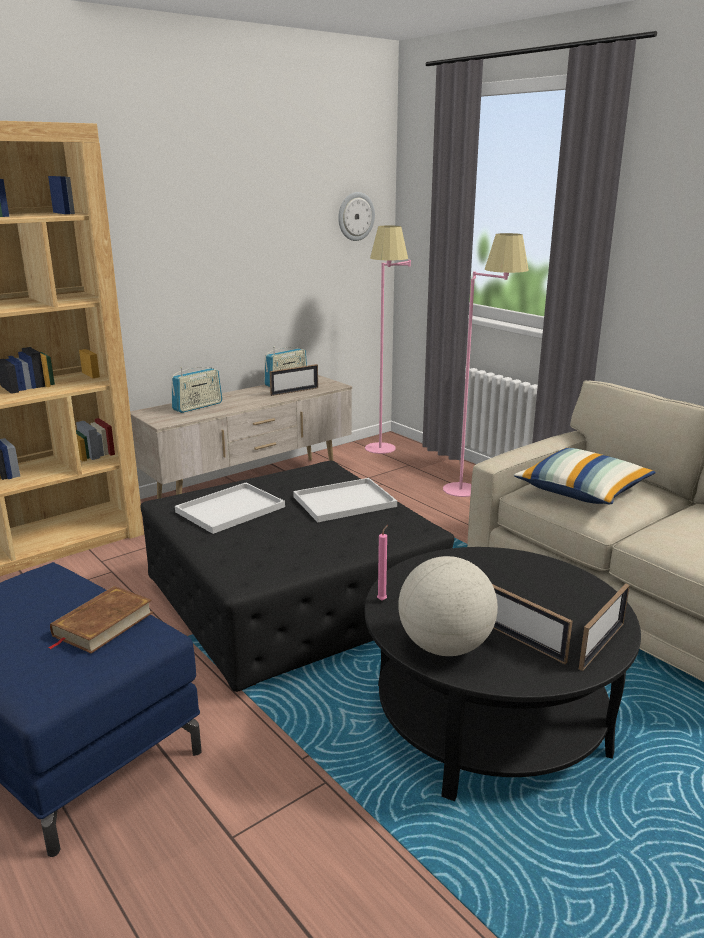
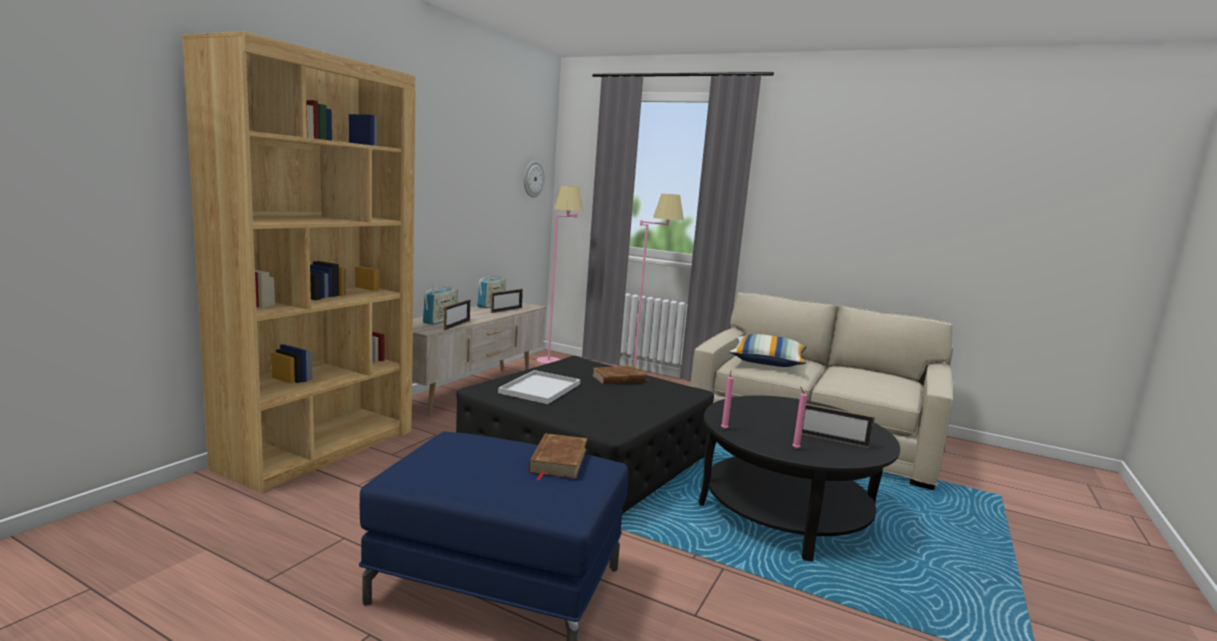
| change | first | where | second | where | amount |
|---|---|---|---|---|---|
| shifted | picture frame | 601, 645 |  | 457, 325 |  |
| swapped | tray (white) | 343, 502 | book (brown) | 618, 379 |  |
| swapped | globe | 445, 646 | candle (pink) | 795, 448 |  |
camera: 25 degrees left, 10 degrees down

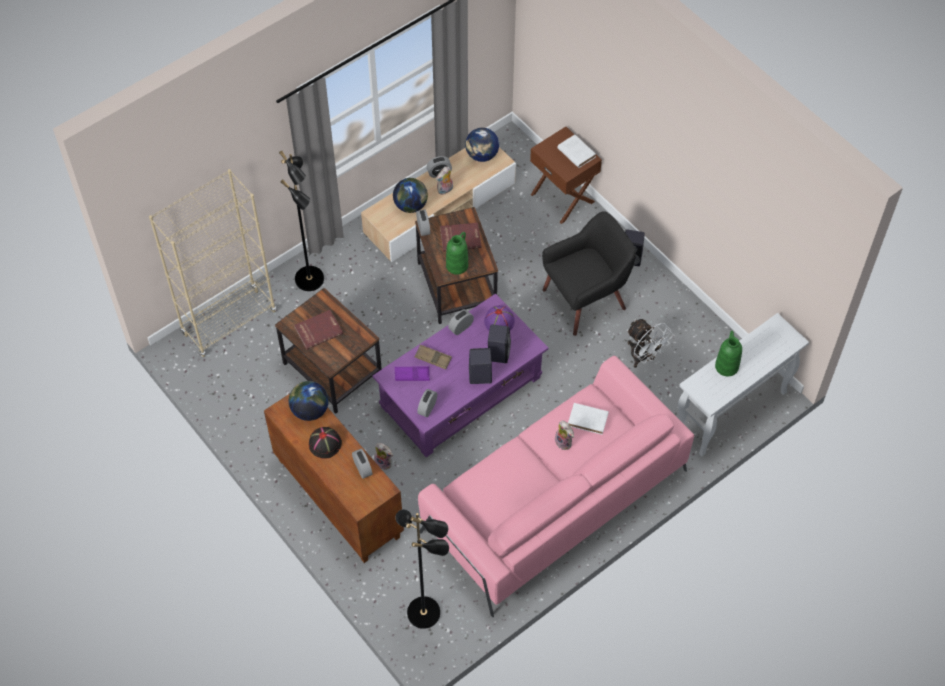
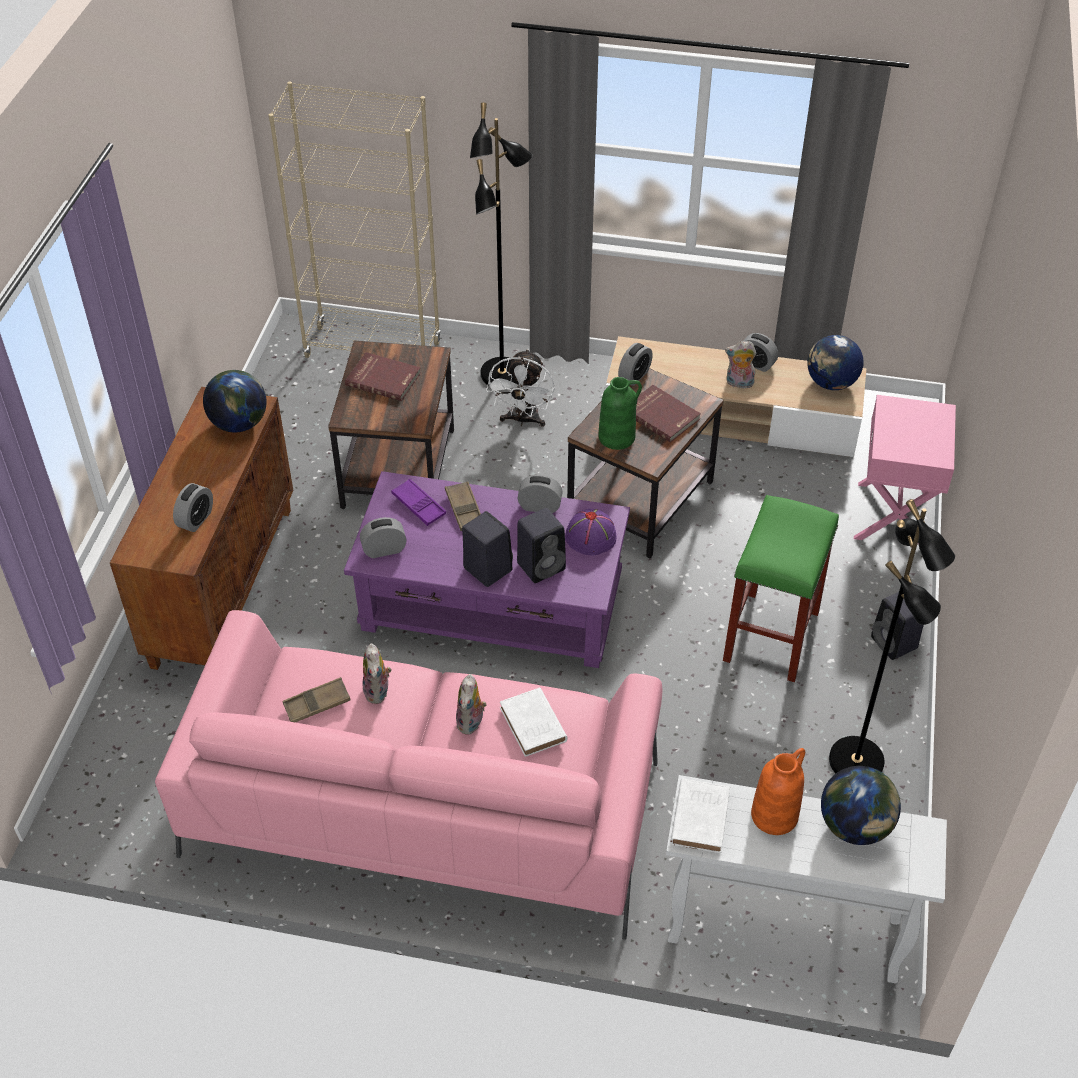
| change | first | where | second | where | amount |
|---|---|---|---|---|---|
| new |  |  | tray (brown) | 317, 704 |  |
| shifted | plush toy | 384, 462 |  | 378, 692 |  |
| shifted | fan (white) | 643, 357 |  | 523, 420 |  |
| shifted | book (white) | 575, 152 |  | 700, 816 |  |
| swapped | armchair (black) | 585, 299 | stool (green) | 771, 637 |  |
| repainted | vase (green) | 726, 366 | vase (orange) | 774, 814 |  |
| shifted | globe | 411, 205 |  | 855, 826 |  |
| shifted | floor lamp (black) | 424, 612 |  | 858, 761 |  |
| repainted | nightstand (brown) | 563, 197 | nightstand (pink) | 895, 516 |  |
| gone | hat (black) | 325, 443 |  |  |  |
camera: 50 degrees right, 10 degrees down

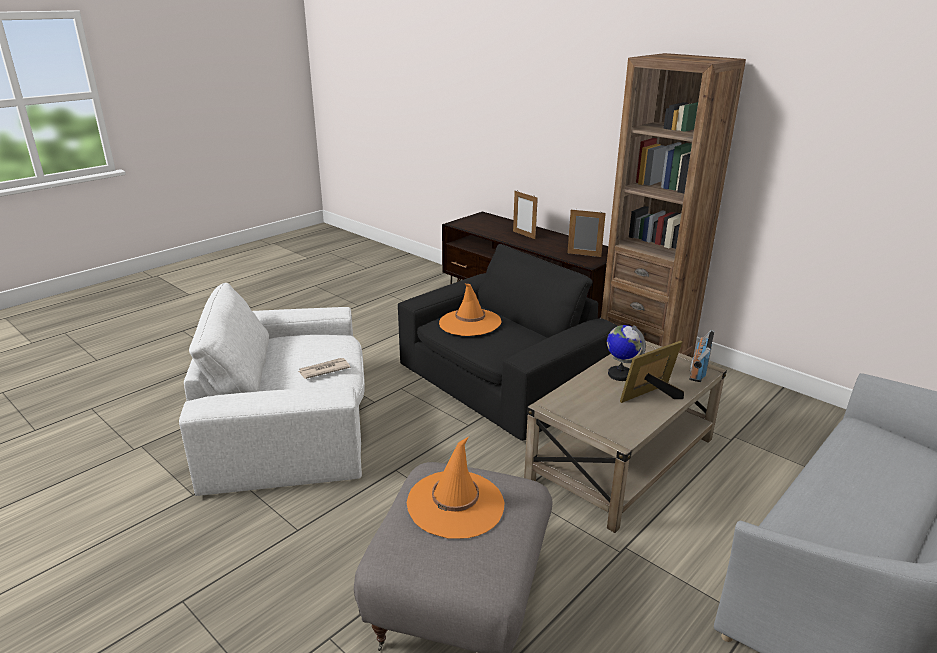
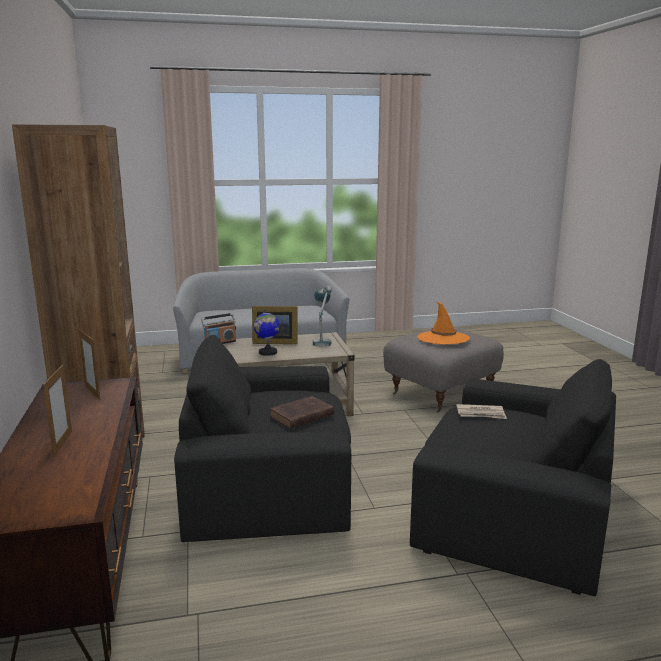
| change | first | where | second | where | amount |
|---|---|---|---|---|---|
| swapped | hat (orange) | 469, 323 | book (brown) | 300, 416 |  |
| new |  |  | table lamp | 322, 341 |  |
| repainted | armchair (white) | 289, 425 | armchair (black) | 514, 508 |  |
camera: 145 degrees left, 10 degrees down

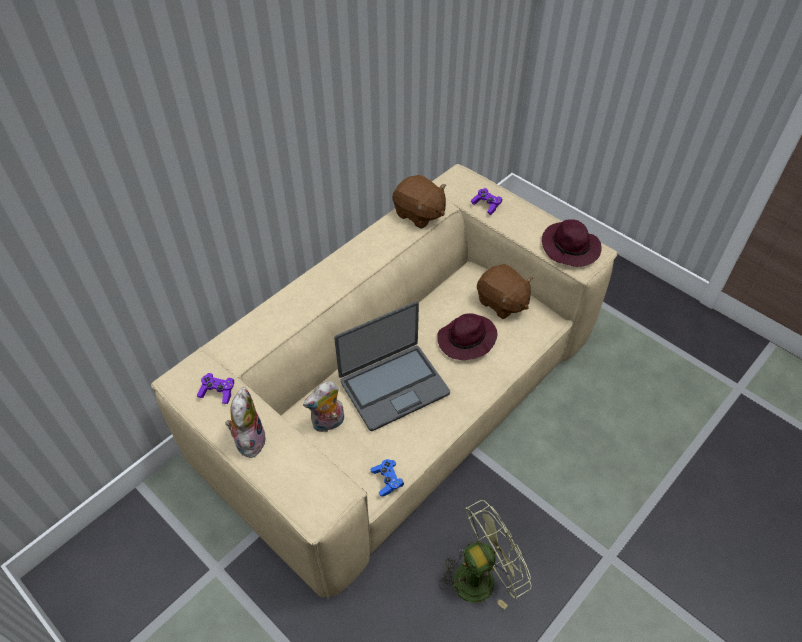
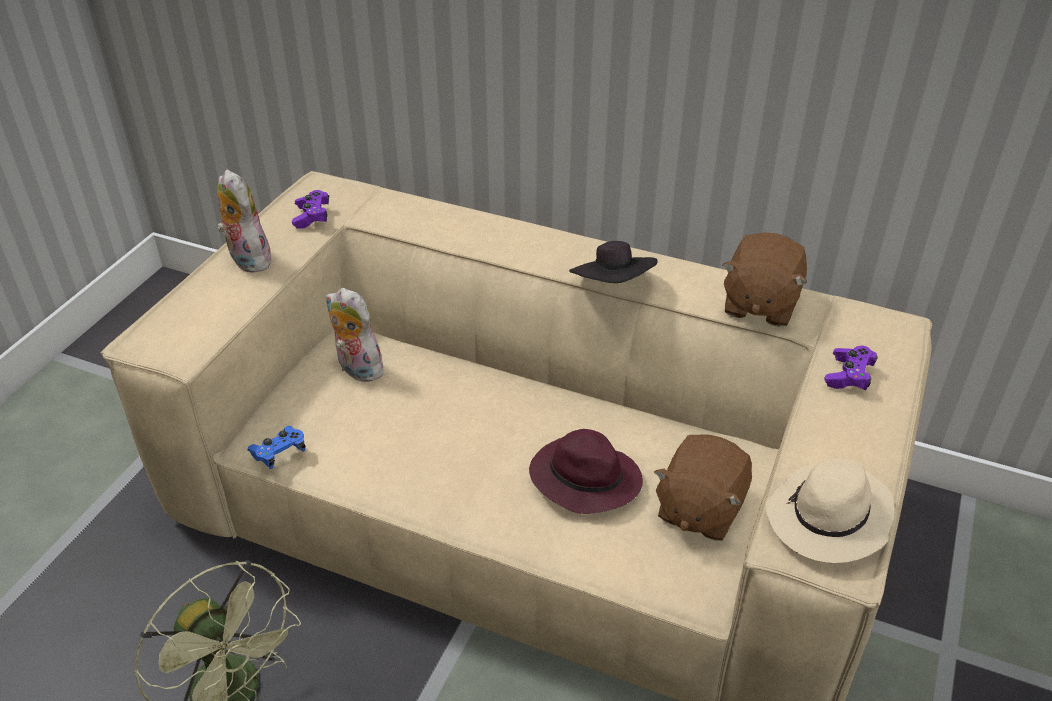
| change | first | where | second | where | amount |
|---|---|---|---|---|---|
| rotated | plush toy | 249, 439 |  | 247, 259 | 105 degrees counterclockwise |
| new |  |  | hat (black) | 613, 286 |  |
| repainted | hat (purple) | 571, 248 | hat (beige) | 828, 519 |  |
| gone | laptop | 393, 386 |  |  |  |
camera: 70 degrees right, 10 degrees down

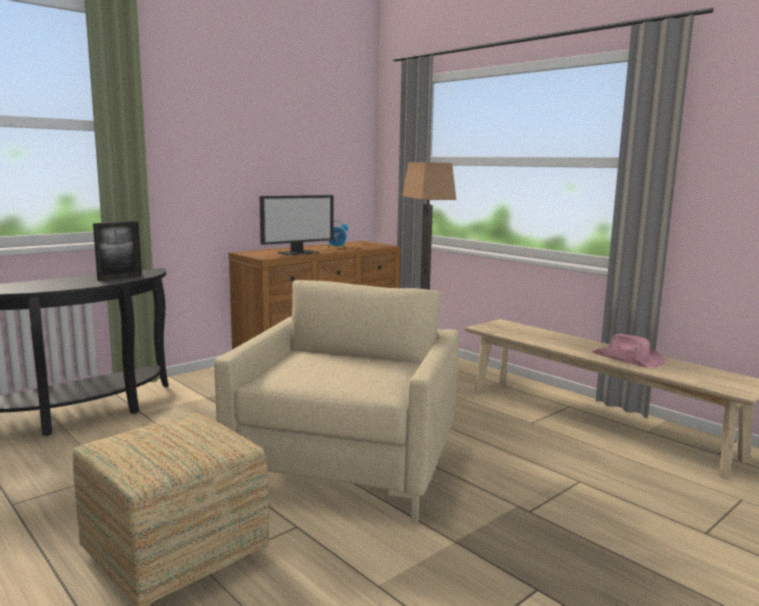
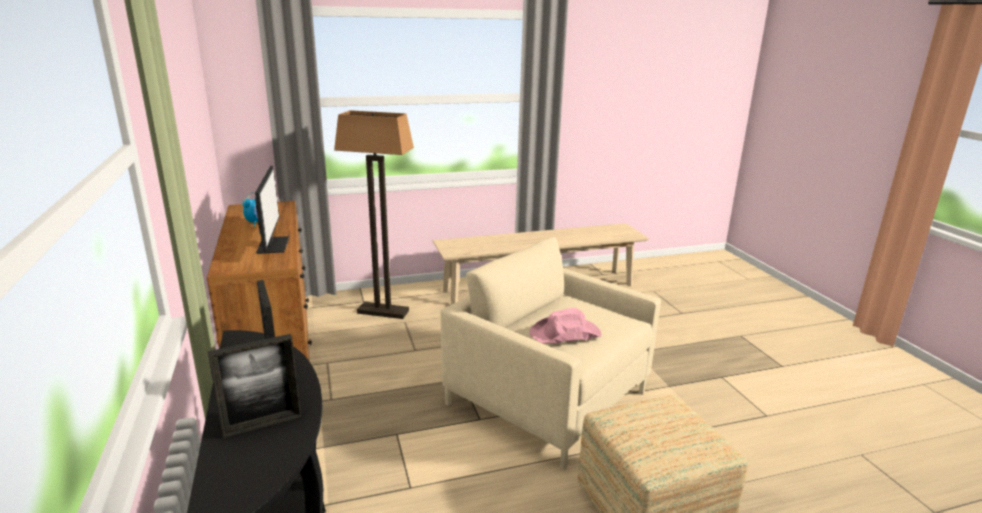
| change | first | where | second | where | amount |
|---|---|---|---|---|---|
| new |  |  | picture frame | 262, 425 |  |
| shifted | hat (pink) | 628, 360 |  | 566, 334 |  |
camera: 65 degrees left, 10 degrees up

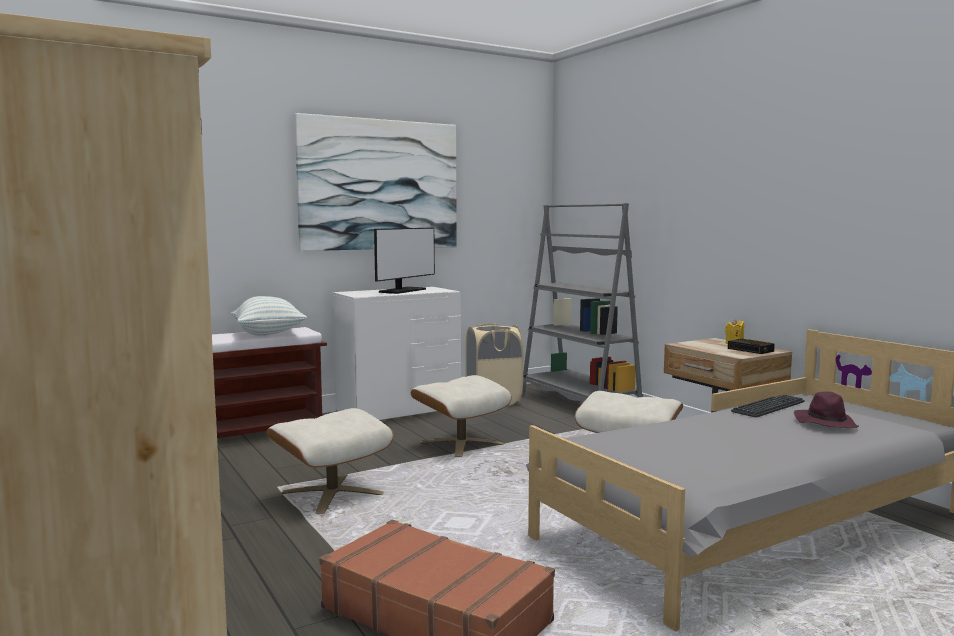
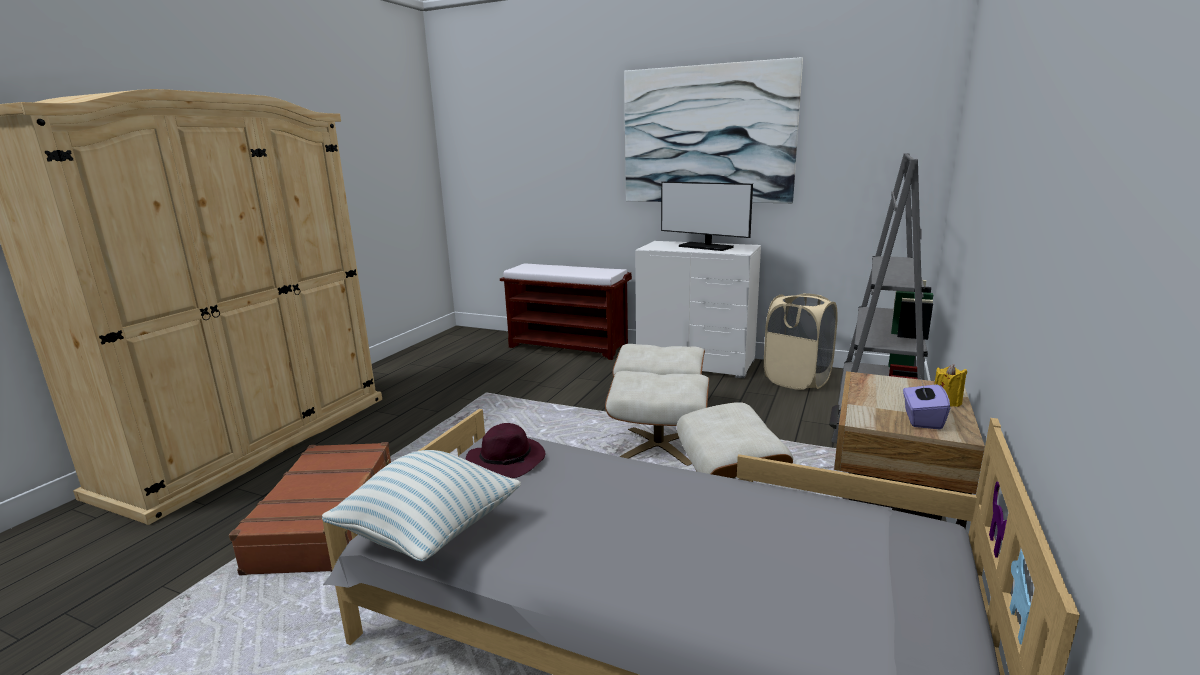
| change | first | where | second | where | amount |
|---|---|---|---|---|---|
| shifted | pillow | 268, 334 |  | 429, 533 |  |
| shifted | hat (purple) | 825, 423 |  | 507, 461 |  |
| shifted | ottoman (beige) | 332, 493 |  | 658, 446 |  |
| rotated | monitor | 402, 291 |  | 705, 247 | 45 degrees clockwise |
| swapped | alarm clock | 751, 350 | tissue box (purple) | 922, 419 |  |
| gone | keyboard | 768, 407 |  |  |  |
camera: 55 degrees right, 10 degrees up

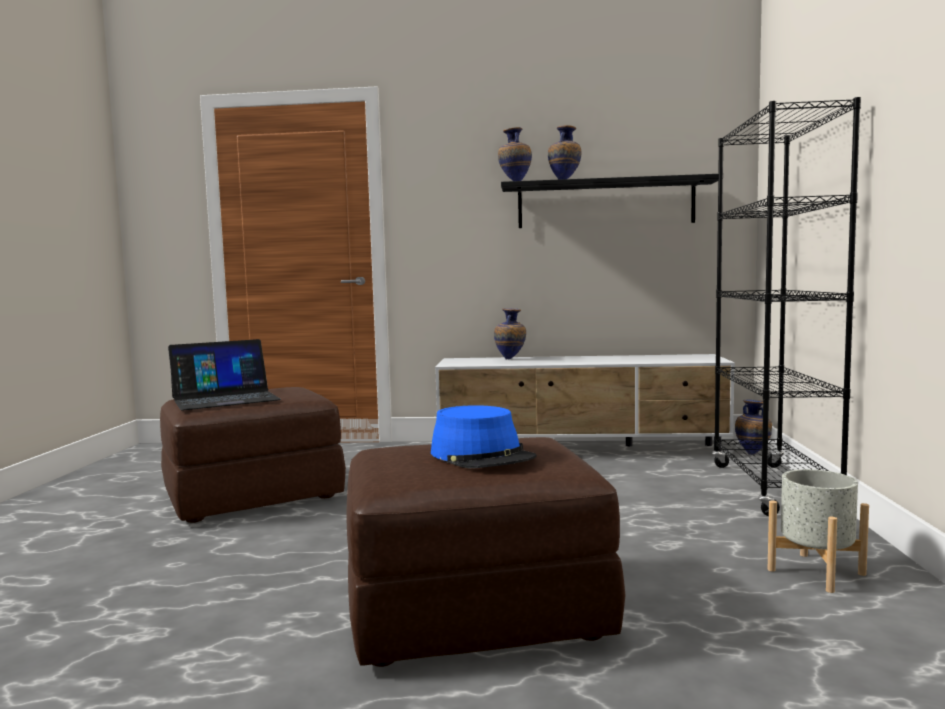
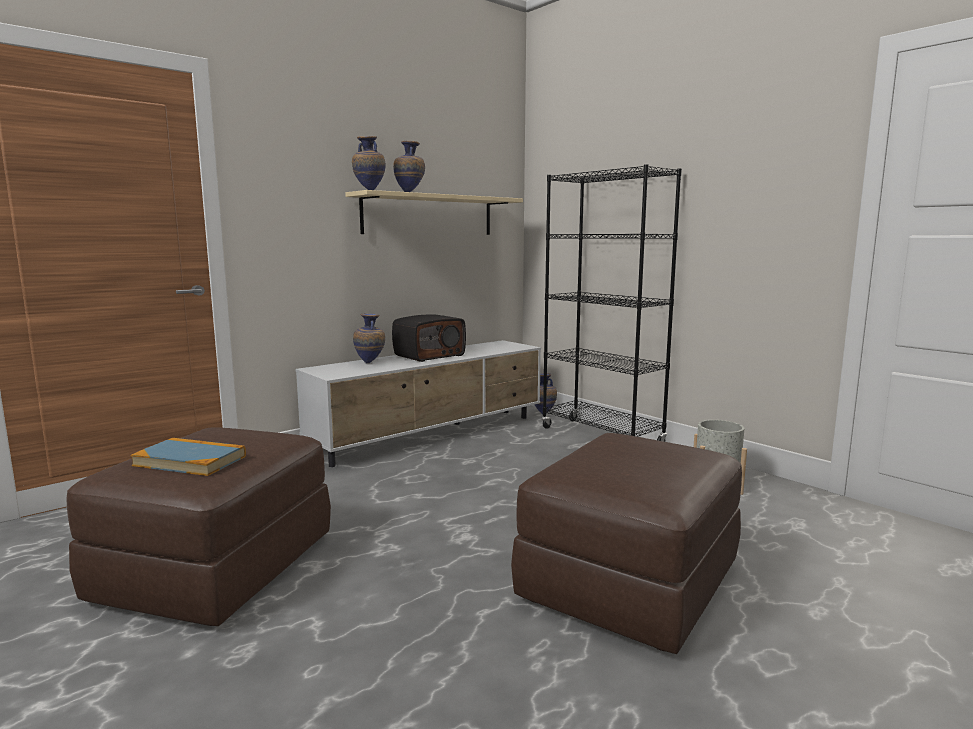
| change | first | where | second | where | amount |
|---|---|---|---|---|---|
| swapped | laptop | 225, 399 | book | 190, 461 |  |
| repainted | shelf (black) | 605, 204 | shelf (beige) | 429, 215 |  |
| new |  |  | radio | 429, 355 |  |
| gone | hat (blue) | 482, 456 |  |  |  |
camera: 45 degrees left, 5 degrees up

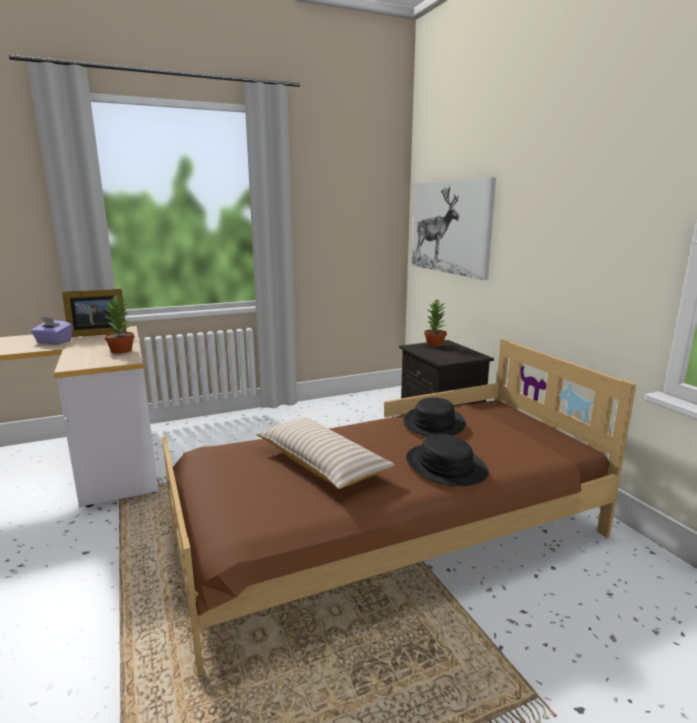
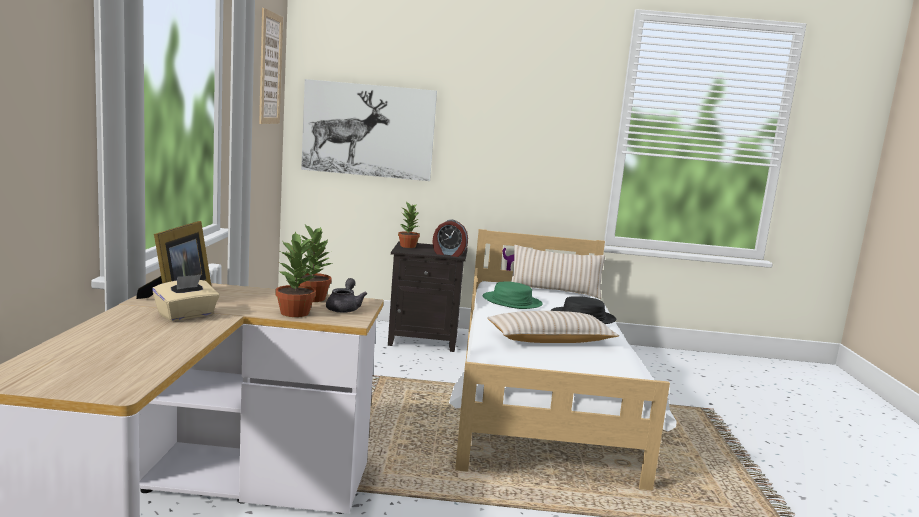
| change | first | where | second | where | amount |
|---|---|---|---|---|---|
| repainted | tissue box (purple) | 53, 342 | tissue box (beige) | 186, 315 |  |
| new |  |  | picture | 270, 69 |  |
| new |  |  | potted plant | 295, 312 |  |
| new |  |  | teapot (grey) | 344, 308 |  |
| new |  |  | alarm clock | 448, 254 |  |
| repainted | bed (brown) | 388, 536 | bed (white) | 540, 396 |  |
| repainted | hat (black) | 433, 423 | hat (green) | 511, 301 |  |
| new |  |  | pillow (beige) | 554, 291 |  |
camera: 65 degrees left, 5 degrees down

